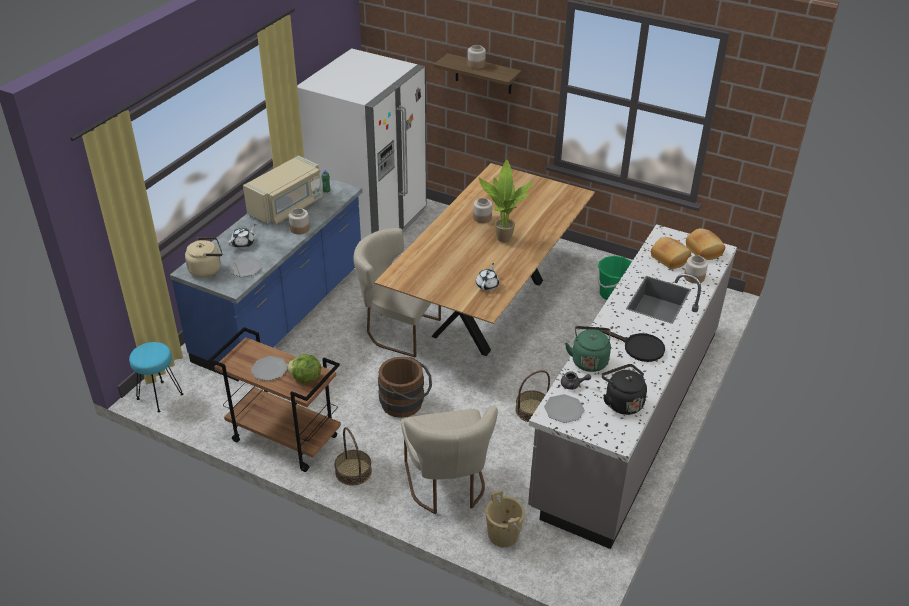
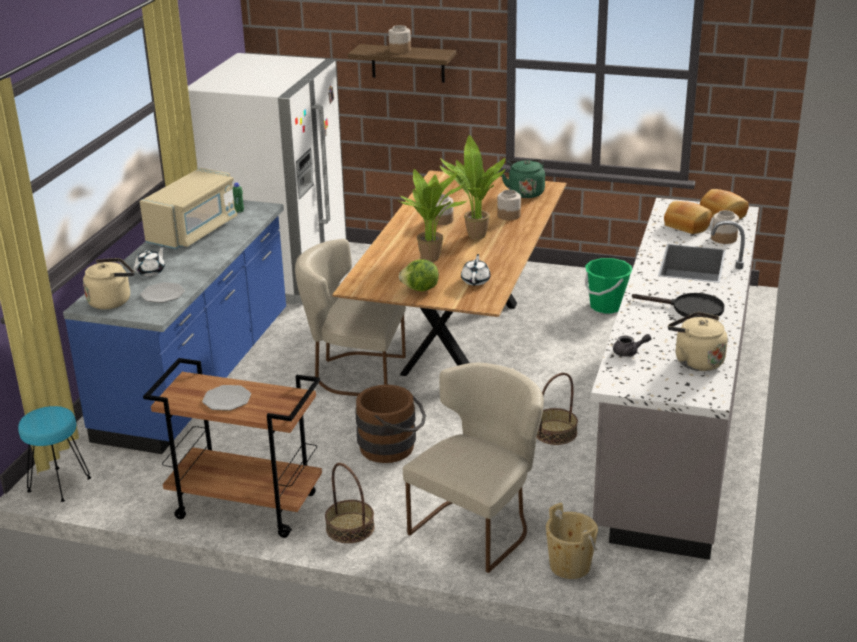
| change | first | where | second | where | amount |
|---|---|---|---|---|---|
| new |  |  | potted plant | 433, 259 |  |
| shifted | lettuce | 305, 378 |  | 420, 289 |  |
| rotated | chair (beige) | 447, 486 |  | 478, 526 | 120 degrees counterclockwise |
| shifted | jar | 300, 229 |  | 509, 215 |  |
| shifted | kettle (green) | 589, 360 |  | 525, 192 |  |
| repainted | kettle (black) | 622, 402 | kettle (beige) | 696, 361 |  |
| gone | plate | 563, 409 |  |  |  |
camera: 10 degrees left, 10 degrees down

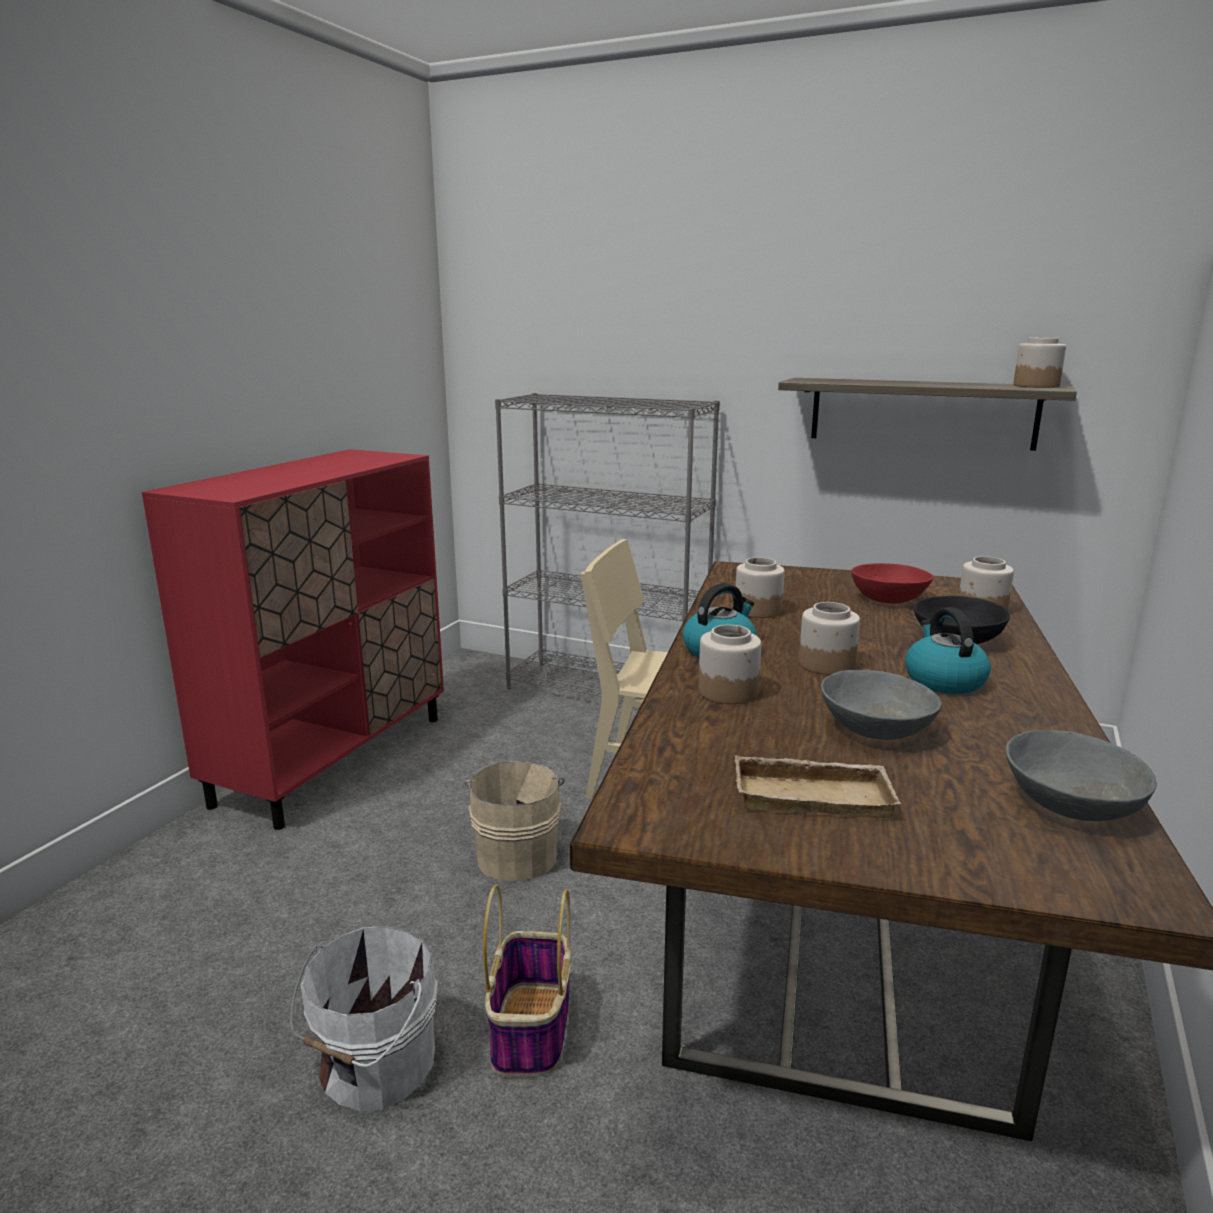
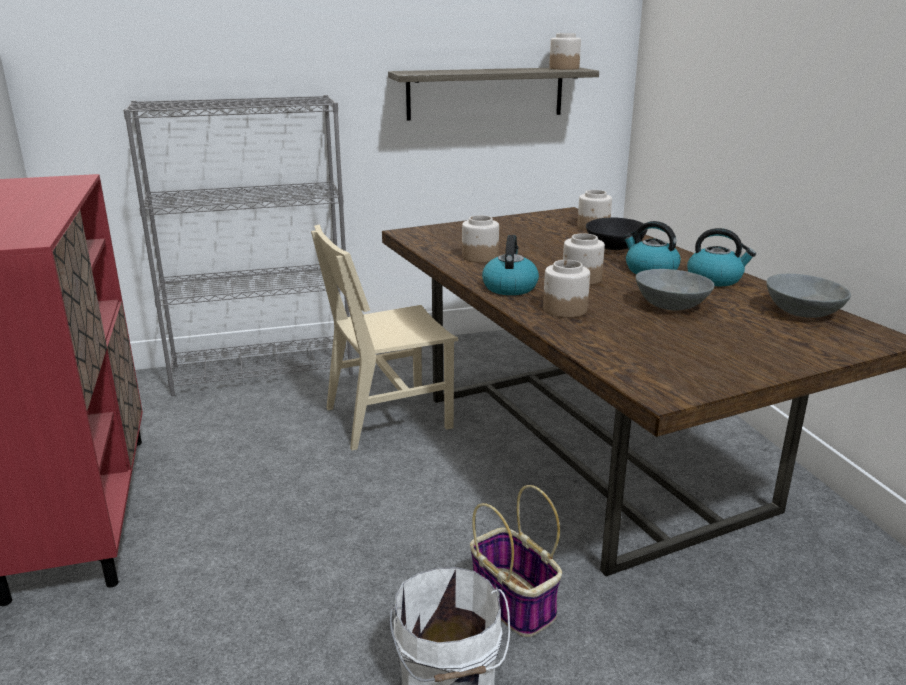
| change | first | where | second | where | amount |
|---|---|---|---|---|---|
| new |  |  | kettle | 715, 279 |  |
| gone | bucket (beige) | 517, 854 |  |  |  |
| gone | tray (beige) | 813, 794 |  |  |  |
| gone | bowl (red) | 889, 599 |  |  |  |
camera: 40 degrees left, 5 degrees up

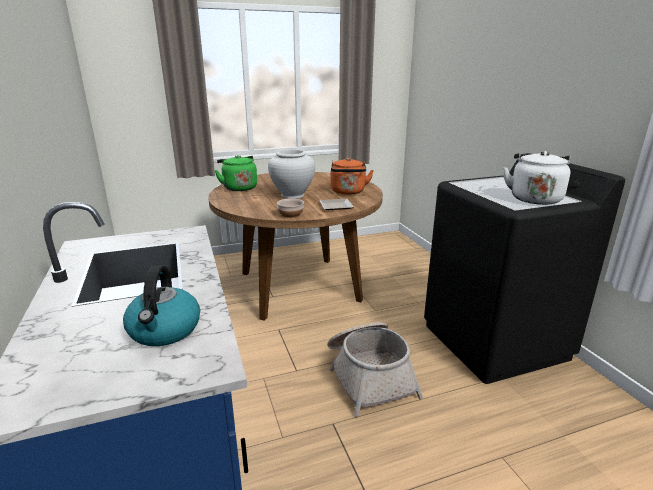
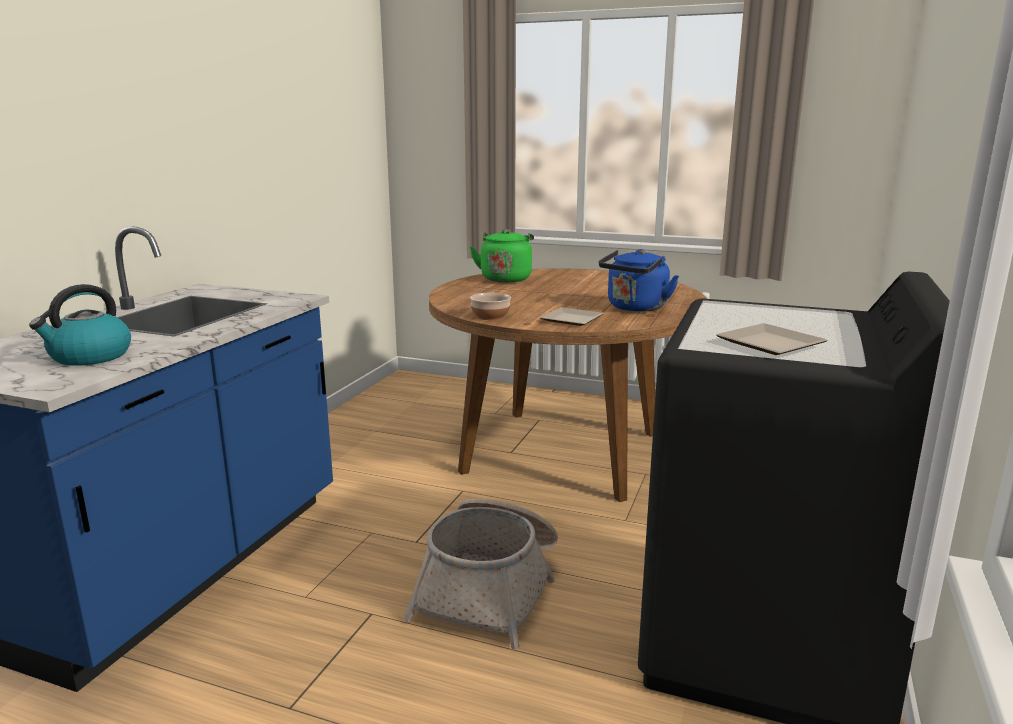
| change | first | where | second | where | amount |
|---|---|---|---|---|---|
| repainted | kettle (orange) | 348, 192 | kettle (blue) | 635, 308 |  |
| swapped | kettle (white) | 534, 198 | plate | 774, 344 |  |
| gone | vase (white) | 292, 195 |  |  |  |
camera: 40 degrees right, 5 degrees down

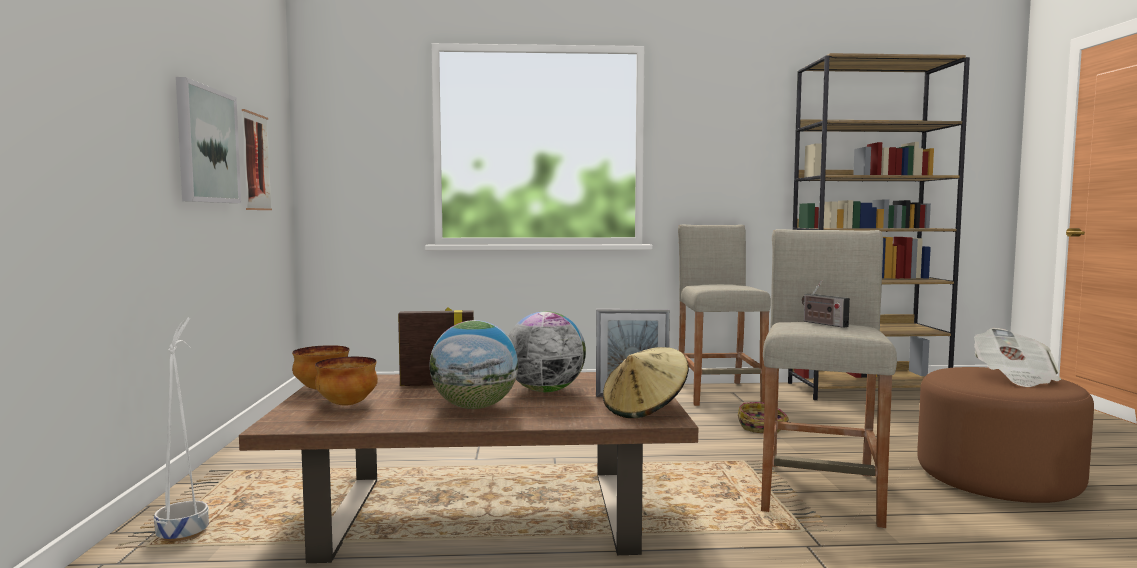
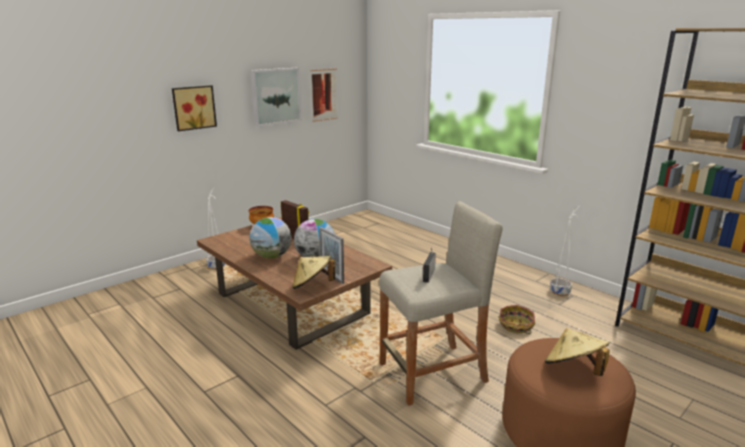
| change | first | where | second | where | amount |
|---|---|---|---|---|---|
| new |  |  | picture | 193, 107 |  |
| swapped | newspaper | 1014, 378 | hat (beige) | 573, 369 |  |
| swapped | stool (beige) | 719, 393 | planter (white) | 560, 292 |  |
| gone | bowl | 348, 404 |  |  |  |
camera: 50 degrees right, 15 degrees up

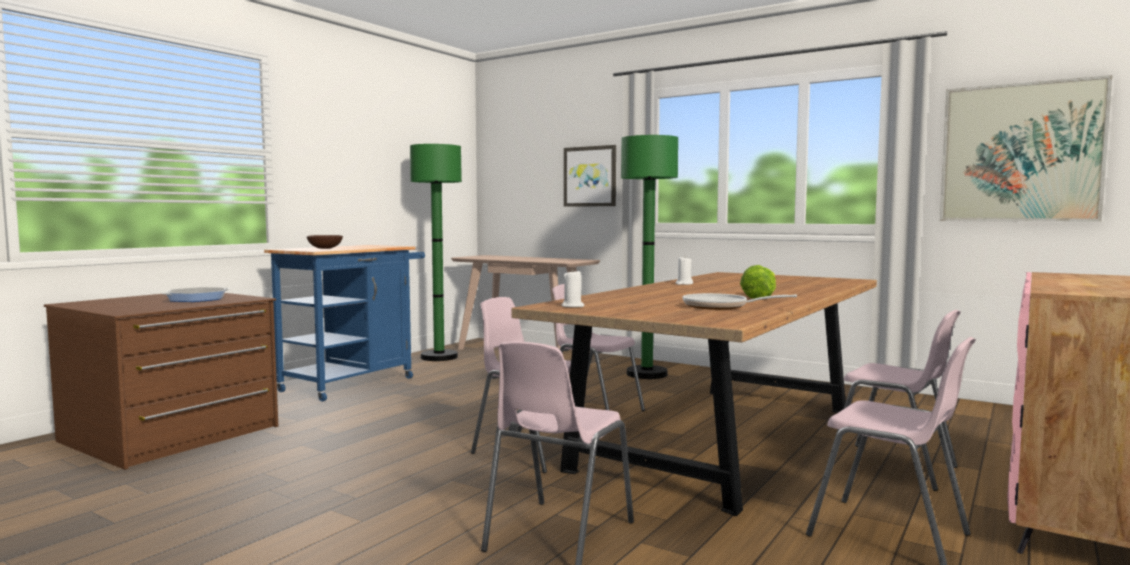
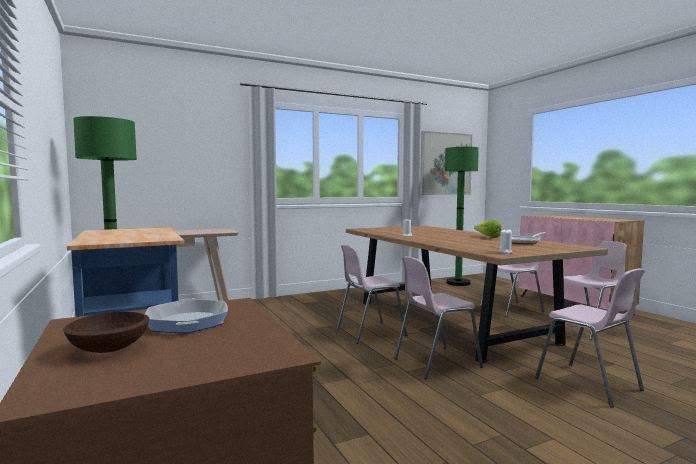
| change | first | where | second | where | amount |
|---|---|---|---|---|---|
| shifted | bowl (brown) | 325, 248 |  | 110, 348 |  |
| shifted | floor lamp (green) | 646, 374 |  | 458, 283 |  |
| gone | picture | 590, 176 |  |  |  |
camera: 60 degrees left, 0 degrees up

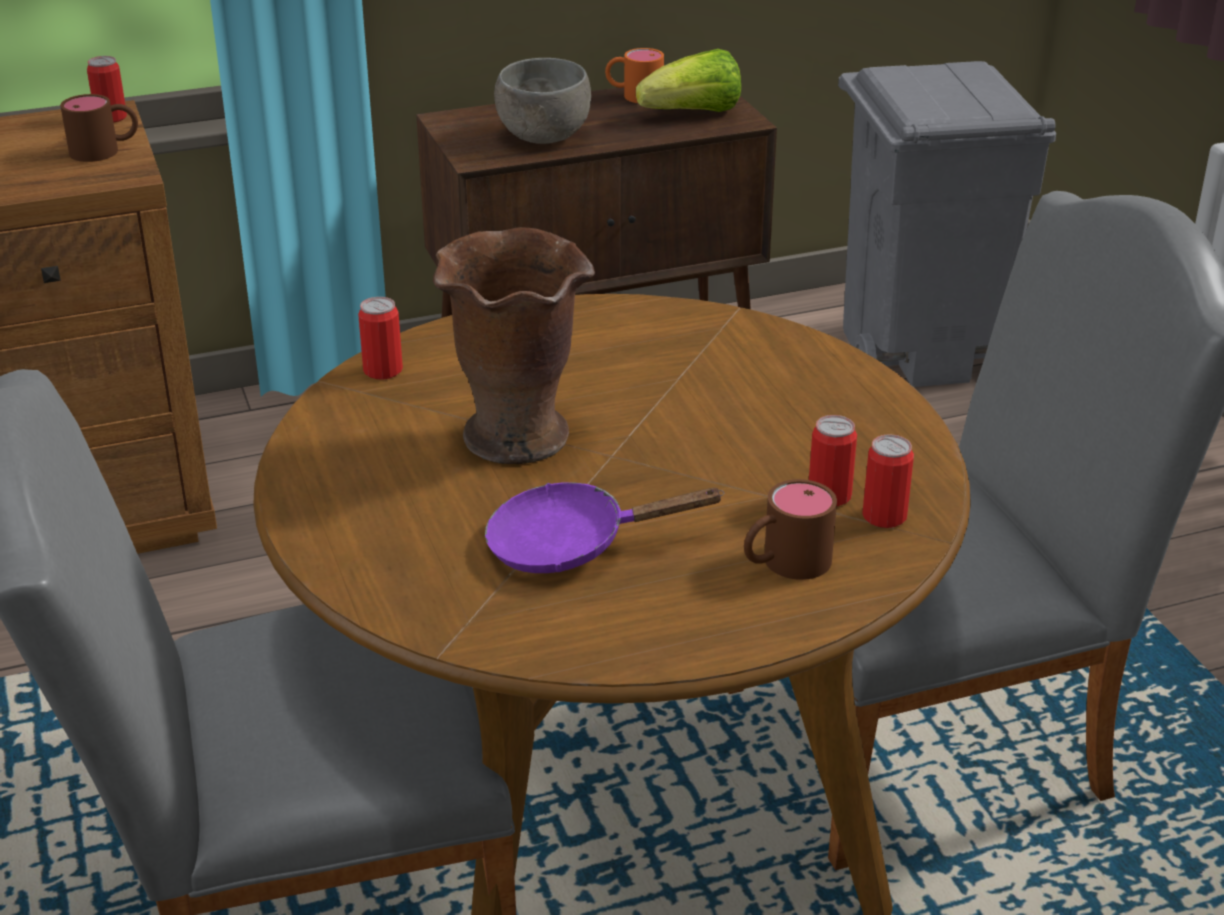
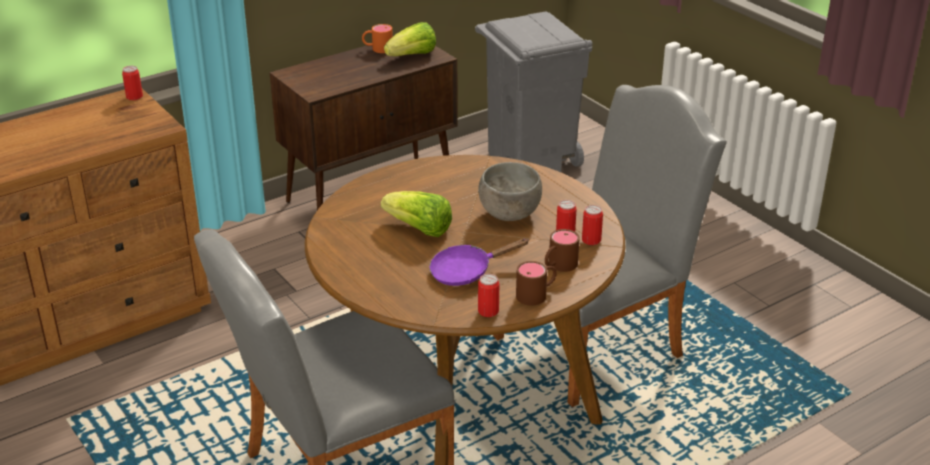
| change | first | where | second | where | amount |
|---|---|---|---|---|---|
| swapped | vase (brown) | 517, 436 | lettuce | 419, 229 |  |
| shifted | bowl (grey) | 542, 137 |  | 508, 214 |  |
| shifted | can | 383, 370 |  | 488, 311 |  |
| shifted | mug (brown) | 105, 150 |  | 537, 294 |  |
camera: 15 degrees left, 0 degrees up

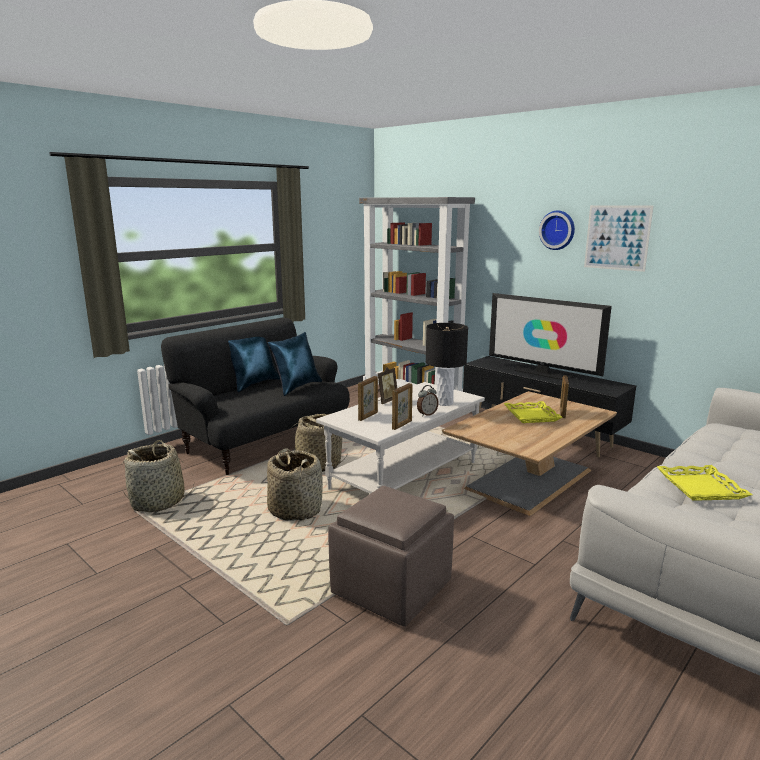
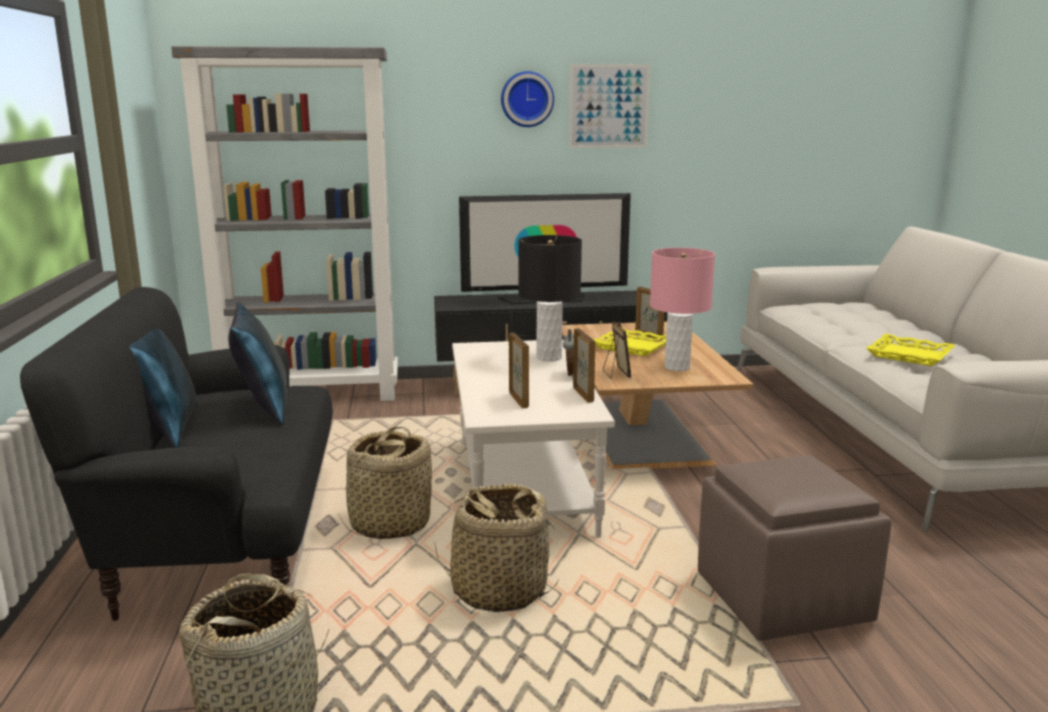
| change | first | where | second | where | amount |
|---|---|---|---|---|---|
| shifted | picture frame | 385, 401 |  | 616, 374 |  |
| new |  |  | table lamp (pink) | 677, 367 |  |
camera: 50 degrees left, 0 degrees up

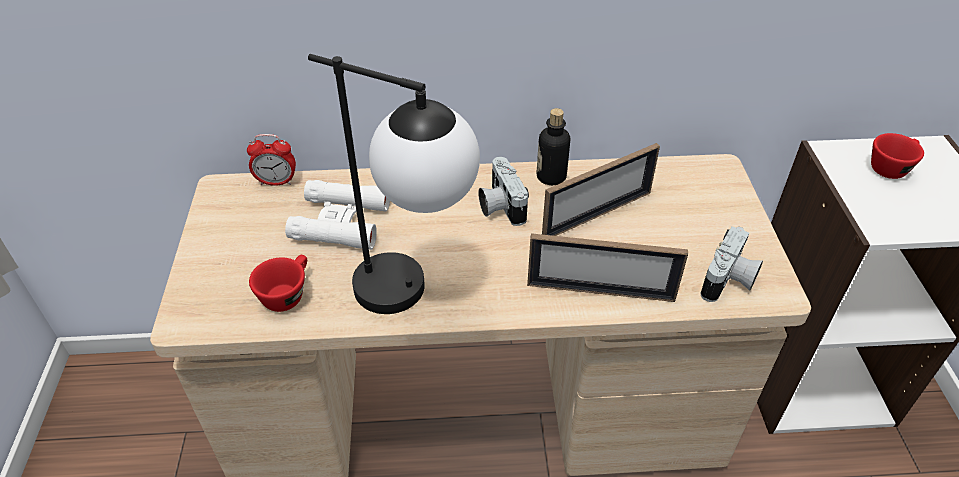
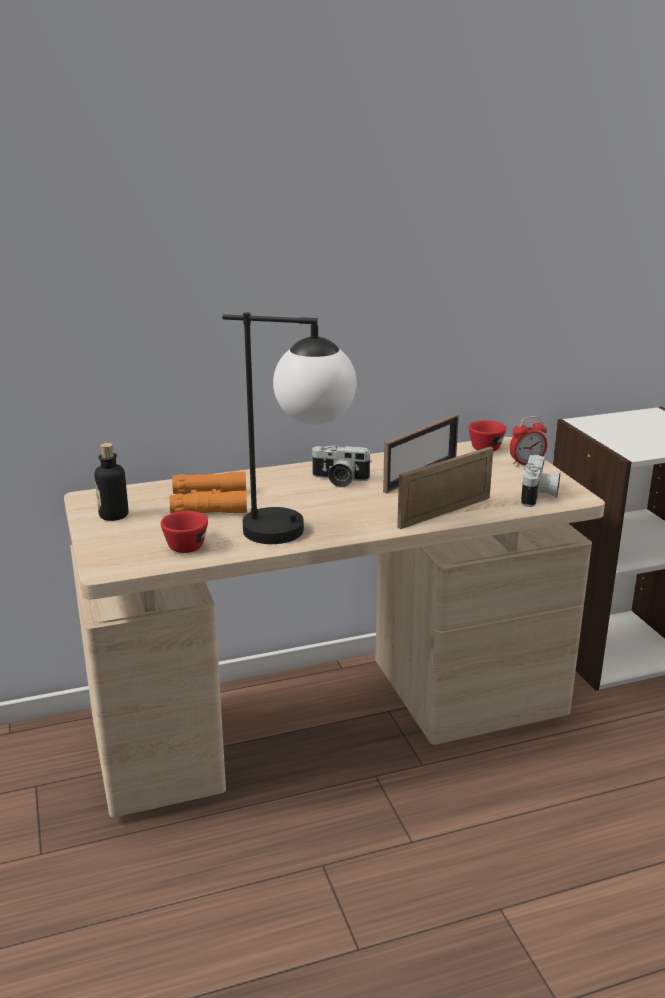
| change | first | where | second | where | amount |
|---|---|---|---|---|---|
| shifted | bottle | 551, 176 |  | 114, 515 |  |
| repainted | binoculars (white) | 341, 222 | binoculars (orange) | 209, 503 |  |
| rotated | photo camera | 499, 206 |  | 339, 480 | 45 degrees counterclockwise |
| rotated | picture frame | 600, 291 |  | 445, 512 | 150 degrees clockwise |
| shifted | cup (red) | 890, 167 |  | 488, 447 |  |
| shifted | alarm clock | 276, 182 |  | 526, 464 |  |
camera: 15 degrees left, 20 degrees down

